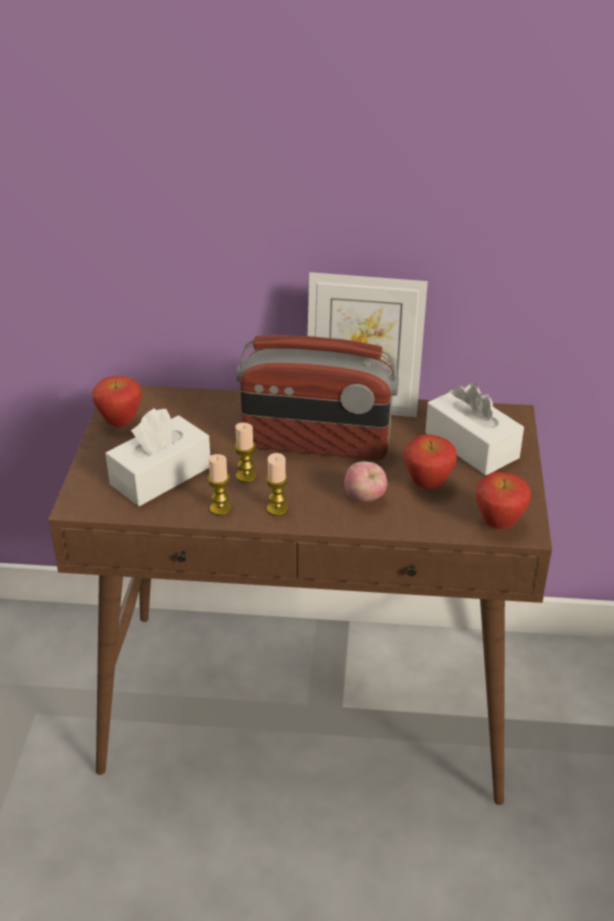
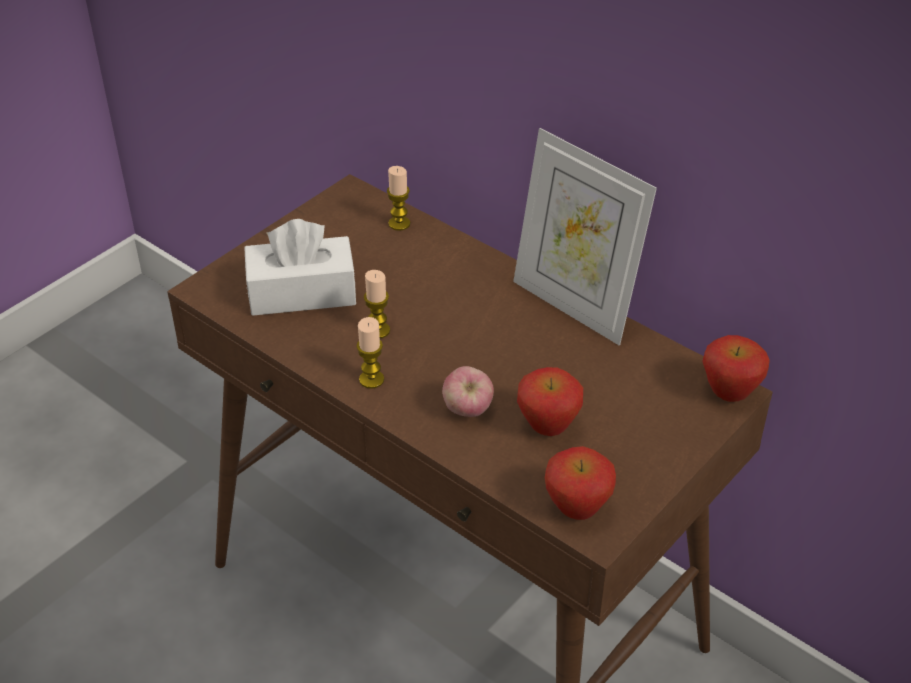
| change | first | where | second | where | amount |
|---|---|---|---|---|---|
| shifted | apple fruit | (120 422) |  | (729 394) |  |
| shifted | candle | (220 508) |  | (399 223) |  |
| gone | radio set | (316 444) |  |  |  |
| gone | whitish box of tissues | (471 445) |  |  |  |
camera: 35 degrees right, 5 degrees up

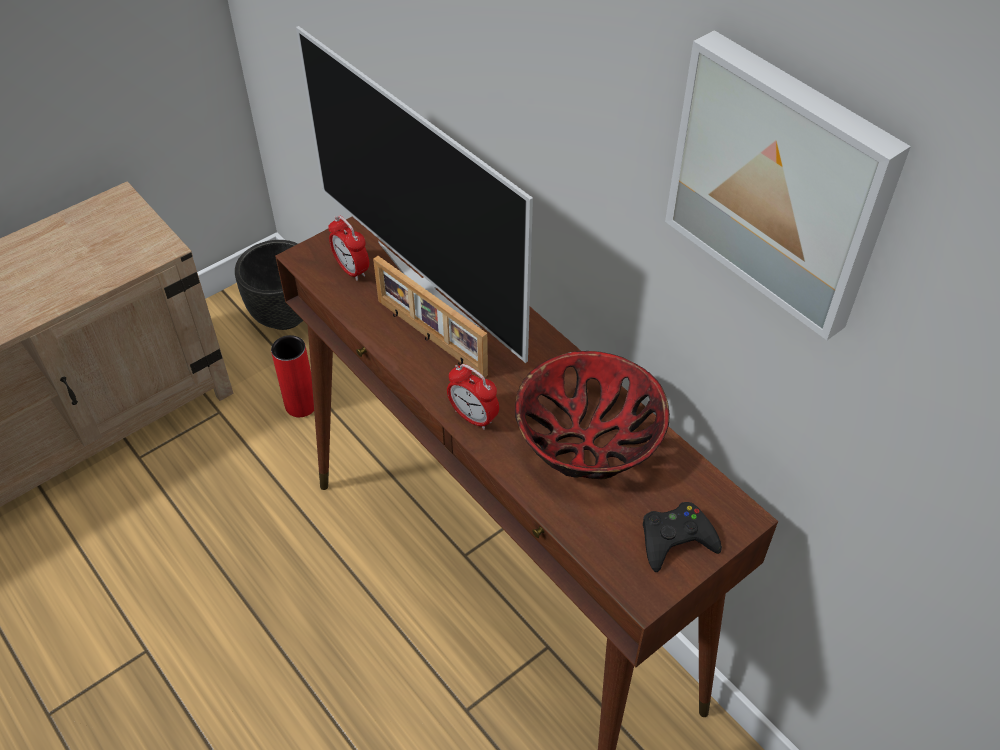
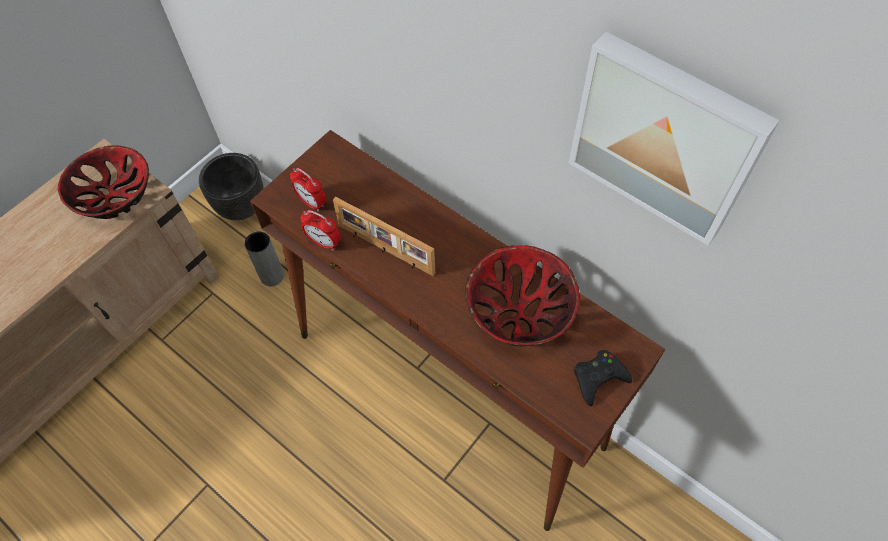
| change | first | where | second | where | amount |
|---|---|---|---|---|---|
| repainted | red-coloured vase | (301 405) | gray vase | (272 276) |  |
| gone | TV set | (430 283) |  |  |  |
| shifted | table clock | (473 417) |  | (324 242) |  |
| new |  |  | deep dish | (114 195) |  |
camera: 10 degrees left, 10 degrees up

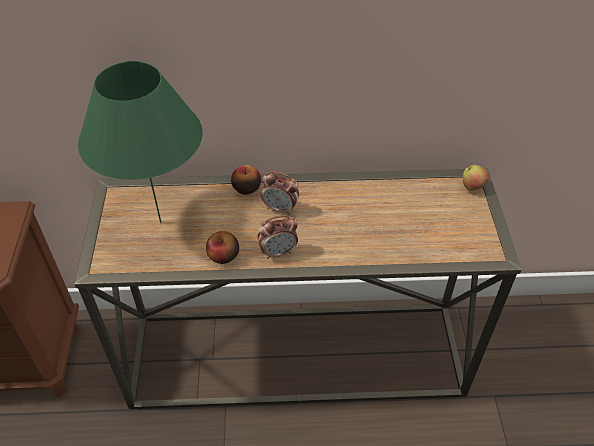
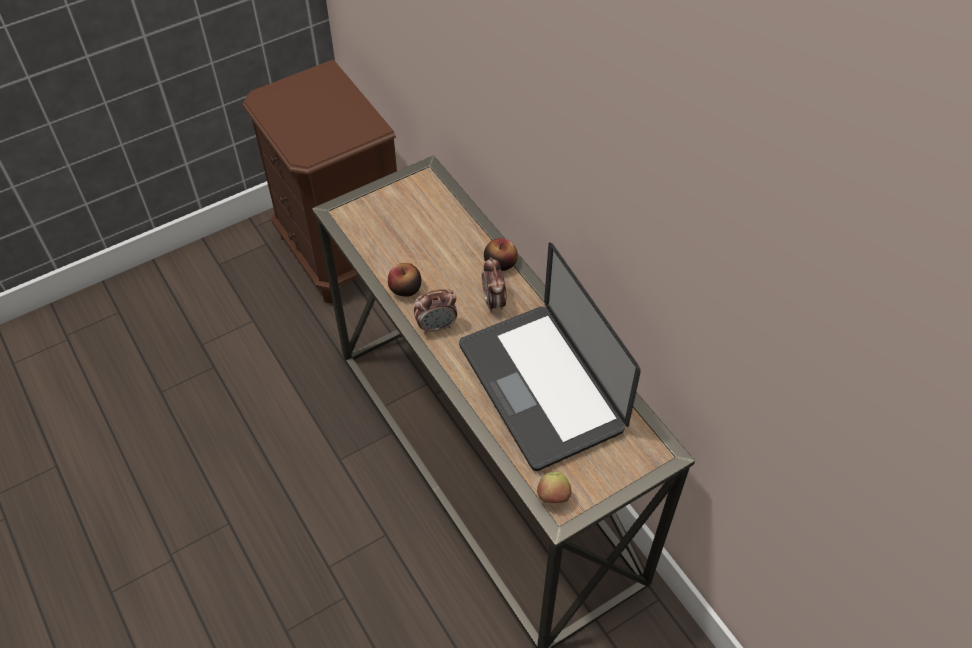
| change | first | where | second | where | amount |
|---|---|---|---|---|---|
| gone | green lamp for a table | (161 222) |  |  |  |
| rotated | table clock | (278 252) |  | (436 326) | 60 degrees counterclockwise |
| shifted | apple fruit | (472 187) |  | (553 497) |  |
| new |  |  | laptop | (540 387) |  |
camera: 60 degrees right, 5 degrees up

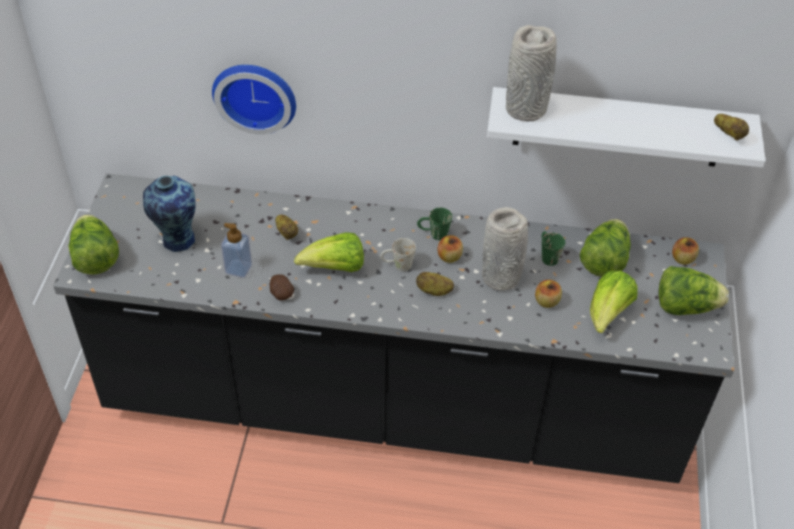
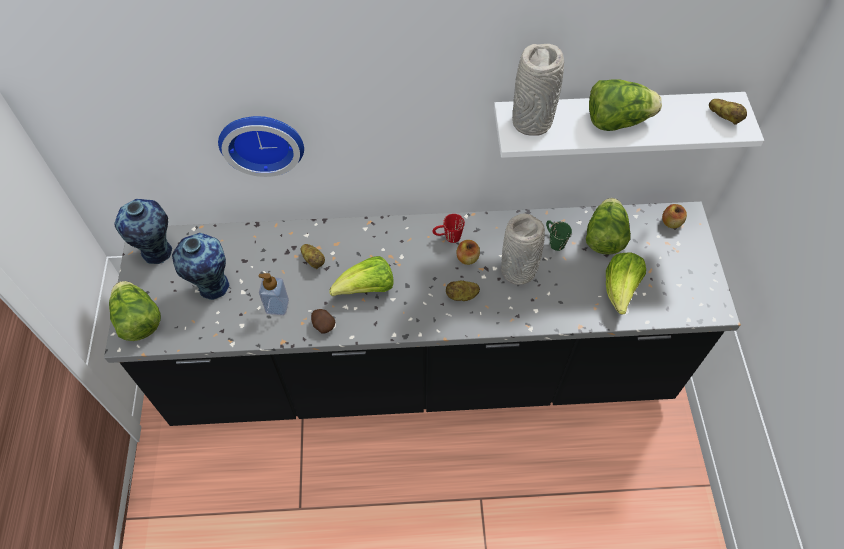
| change | first | where | second | where | amount |
|---|---|---|---|---|---|
| gone | whitish coffee mug | (397 265) |  |  |  |
| repainted | green coffee mug | (433 234) | red-coloured coffee mug | (447 237) |  |
| gone | apple fruit | (546 301) |  |  |  |
| shifted | lettuce | (685 306) |  | (616 121) |  |
| new |  |  | vase | (158 253) |  |
camera: 10 degrees left, 10 degrees up

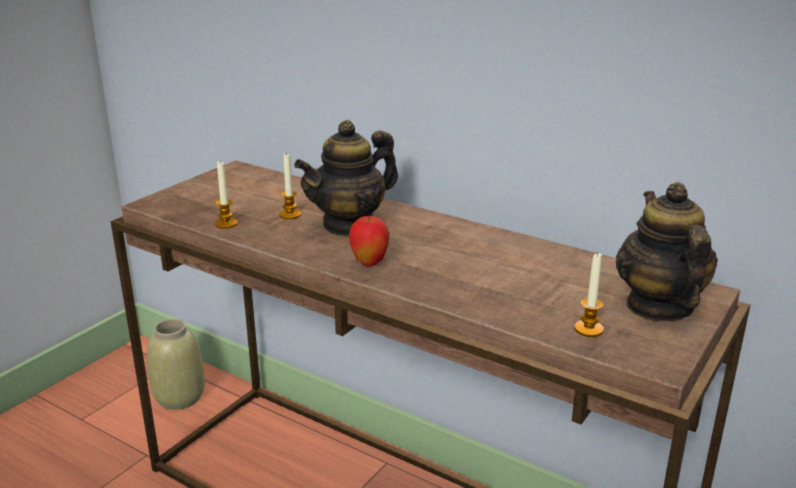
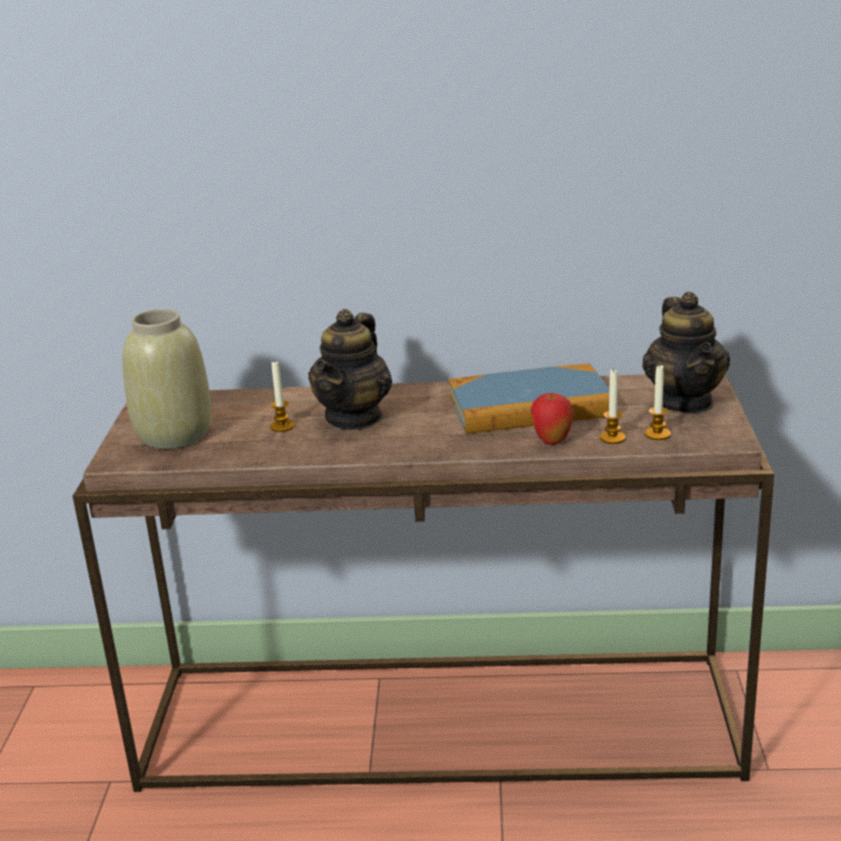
| change | first | where | second | where | amount |
|---|---|---|---|---|---|
| shifted | beige vase | (180 397) |  | (175 434) |  |
| shifted | candle | (226 223) |  | (612 438) |  |
| shifted | apple fruit | (370 263) |  | (552 441) |  |
| rotated | teapot | (658 306) |  | (684 402) | 150 degrees counterclockwise |
| new |  |  | book | (530 406) |  |
camera: 30 degrees left, 0 degrees up

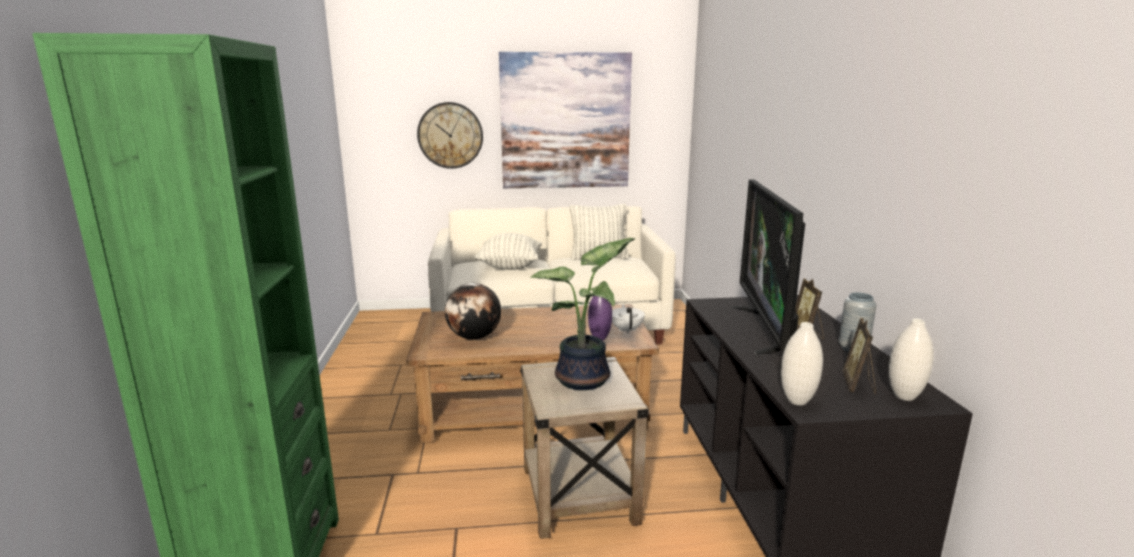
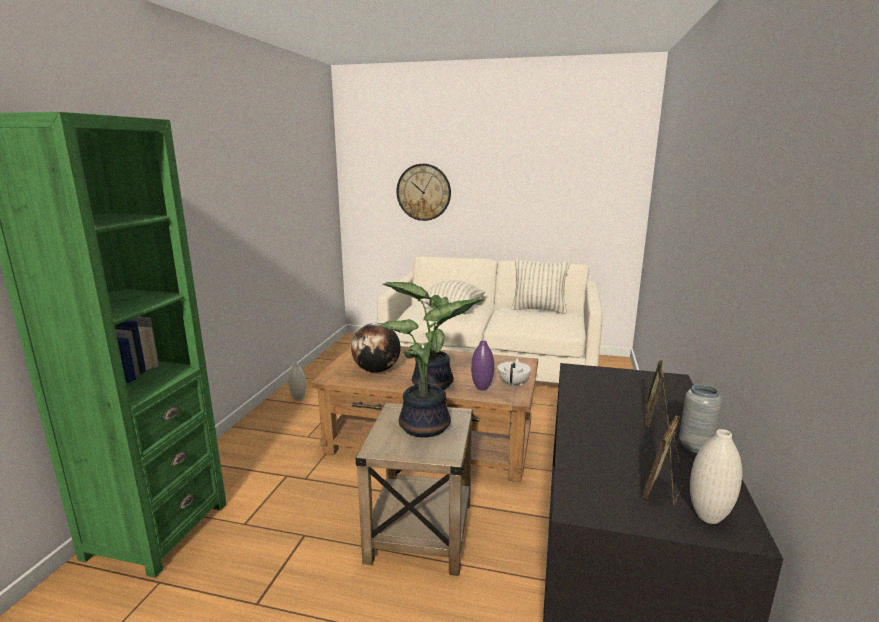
| change | first | where | second | where | amount |
|---|---|---|---|---|---|
| gone | picture | (565 121) |  |  |  |
| gone | TV set | (766 329) |  |  |  |
| shifted | whitish vase | (797 401) |  | (298 398) |  |
| new |  |  | houseplant | (430 383) |  |
camera: 20 degrees right, 0 degrees up

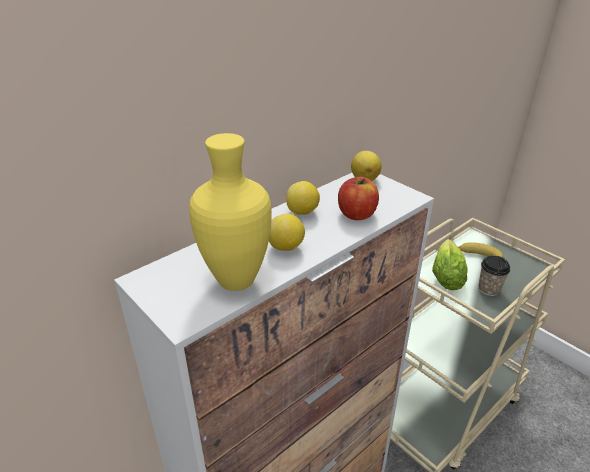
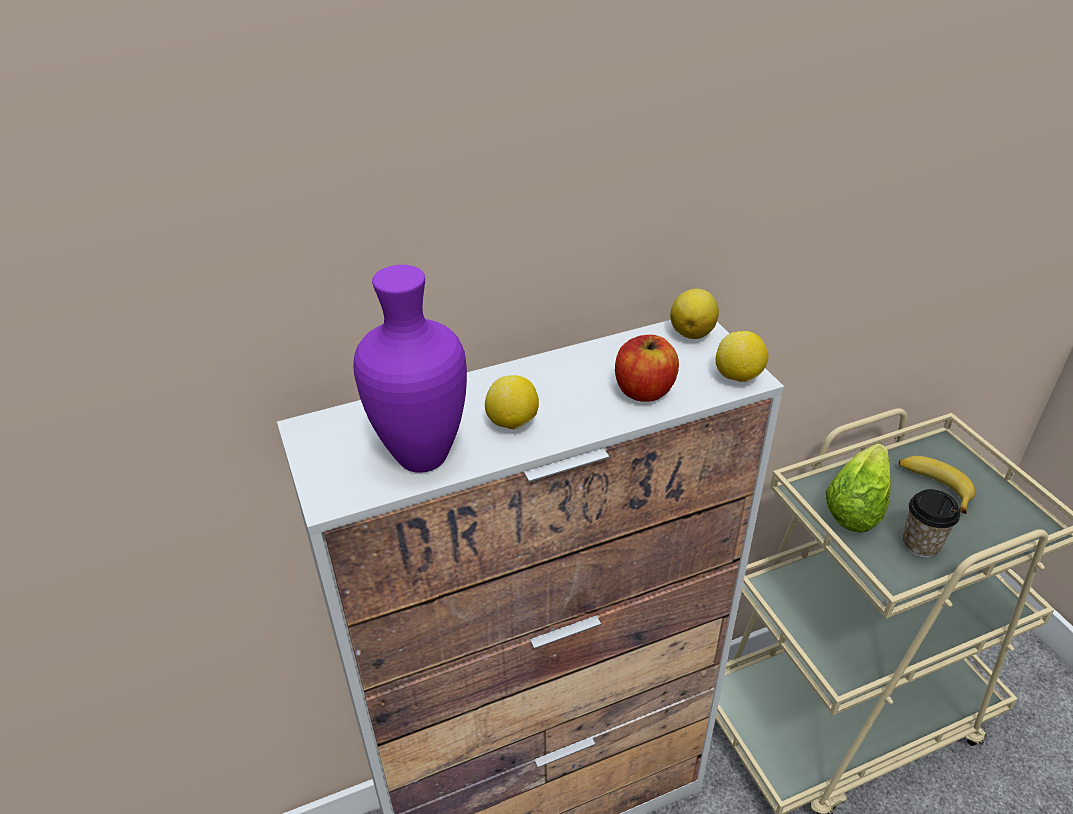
| change | first | where | second | where | amount |
|---|---|---|---|---|---|
| repainted | yellow vase | (236 282) | purplish vase | (421 460) |  |
| shifted | citrus fruit | (302 212) |  | (738 377) |  |
camera: 20 degrees right, 5 degrees up

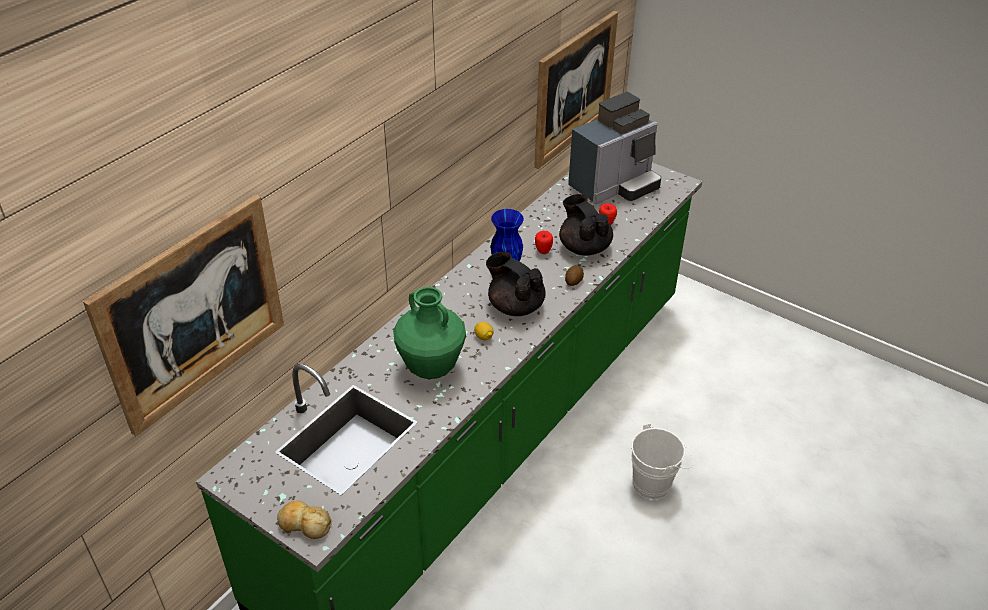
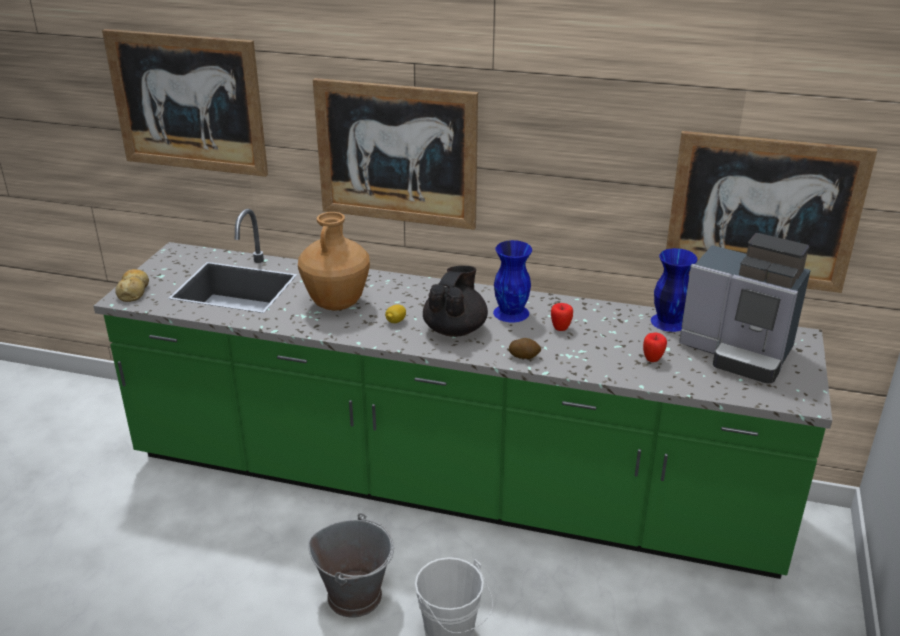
| change | first | where | second | where | amount |
|---|---|---|---|---|---|
| repainted | green vase | (430 367) | brownish vase | (337 304) |  |
| gone | blackish teapot | (584 247) |  |  |  |
| new |  |  | gray water bucket | (355 595) |  |
| new |  |  | picture | (396 154) |  |
| new |  |  | bluish vase | (668 321) |  |
camera: 70 degrees right, 10 degrees down

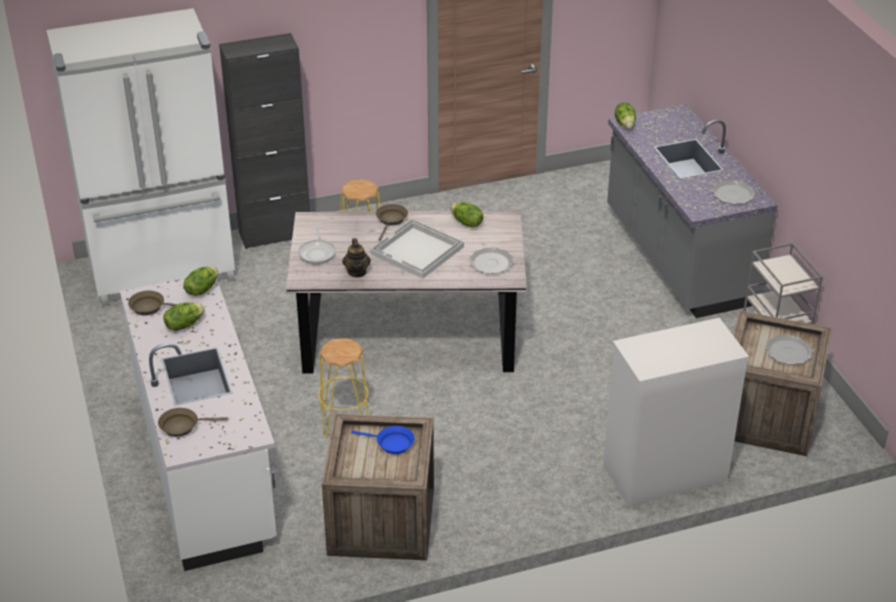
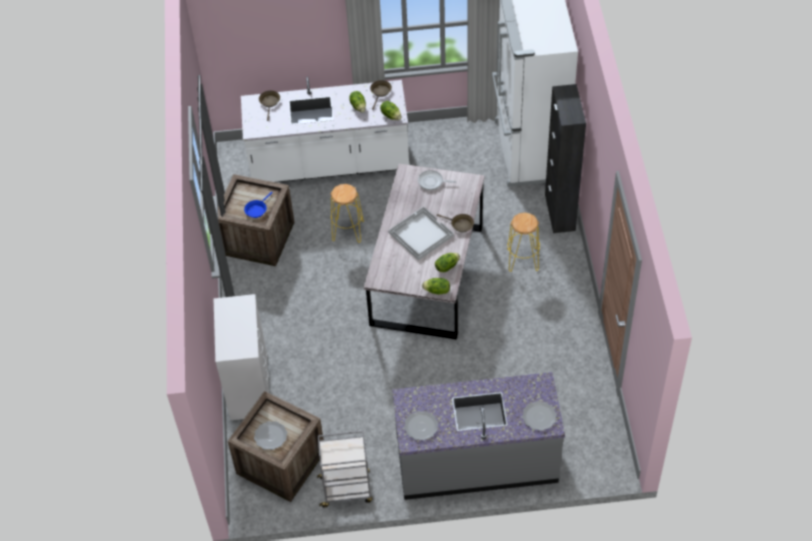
| change | first | where | second | where | amount |
|---|---|---|---|---|---|
| gone | teapot | (357 272) |  |  |  |
| shifted | plate | (491 263) |  | (539 416) |  |
| shifted | lettuce | (625 124) |  | (437 291) |  |
camera: 105 degrees right, 15 degrees up

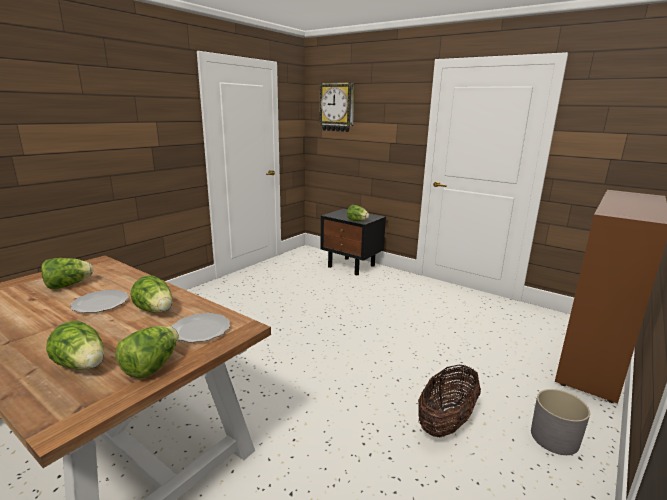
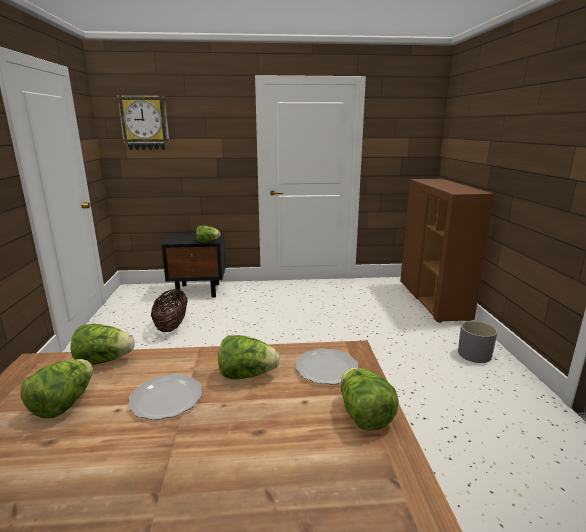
| change | first | where | second | where | amount |
|---|---|---|---|---|---|
| shifted | lettuce | (83 365) |  | (104 361) |  |
| shifted | basket | (446 422) |  | (172 326) |  |
camera: 40 degrees left, 0 degrees up

